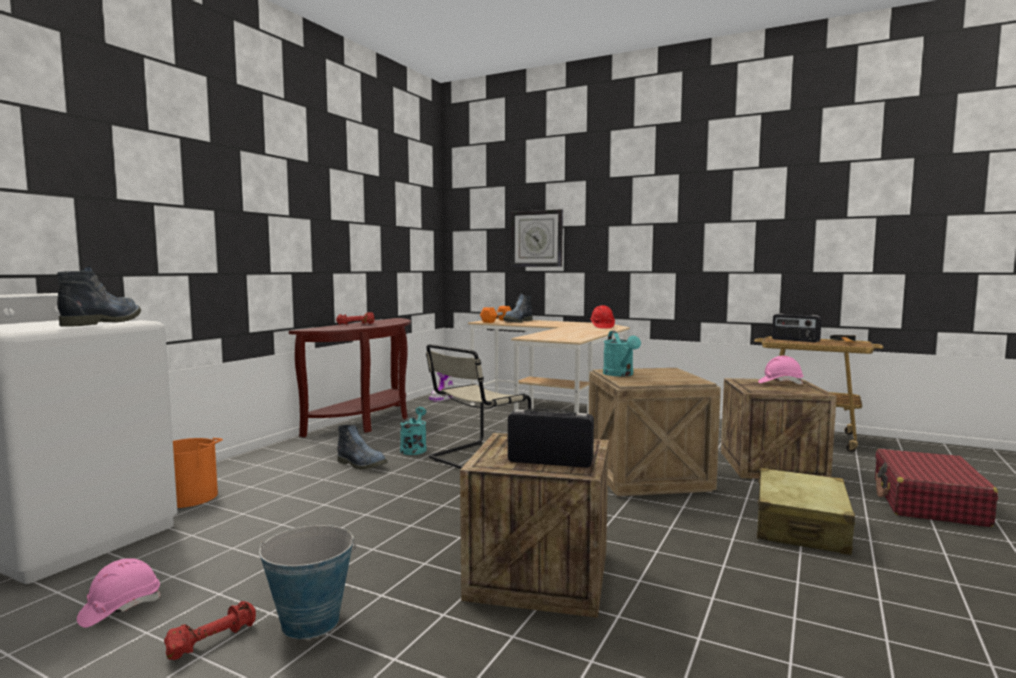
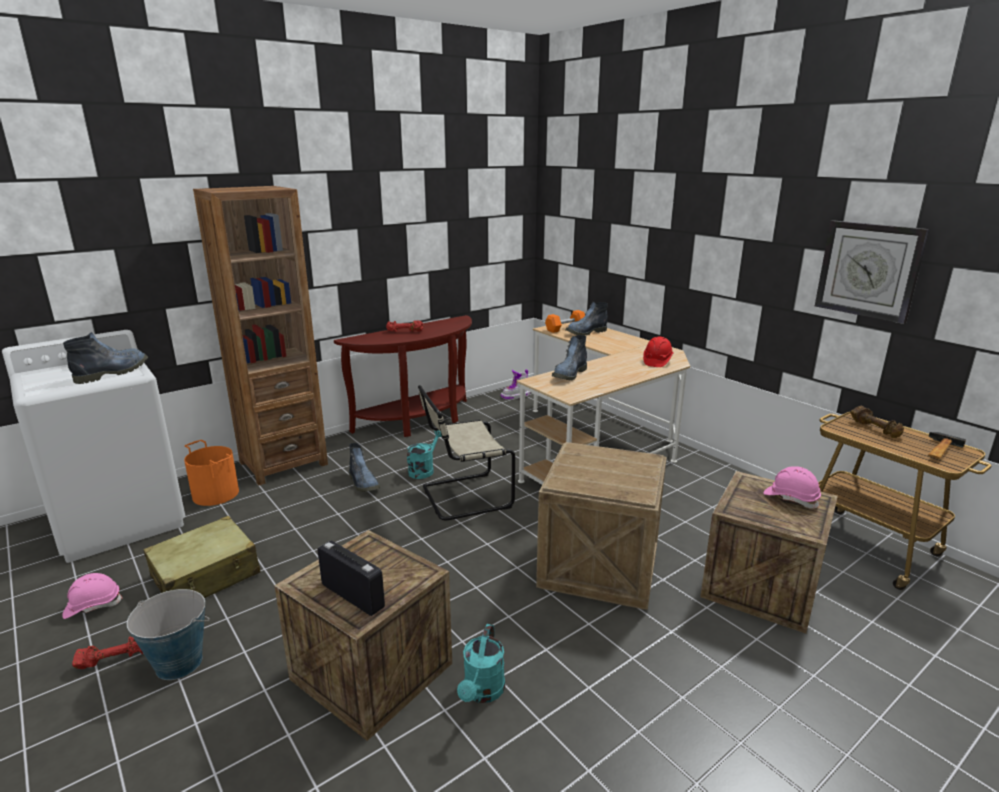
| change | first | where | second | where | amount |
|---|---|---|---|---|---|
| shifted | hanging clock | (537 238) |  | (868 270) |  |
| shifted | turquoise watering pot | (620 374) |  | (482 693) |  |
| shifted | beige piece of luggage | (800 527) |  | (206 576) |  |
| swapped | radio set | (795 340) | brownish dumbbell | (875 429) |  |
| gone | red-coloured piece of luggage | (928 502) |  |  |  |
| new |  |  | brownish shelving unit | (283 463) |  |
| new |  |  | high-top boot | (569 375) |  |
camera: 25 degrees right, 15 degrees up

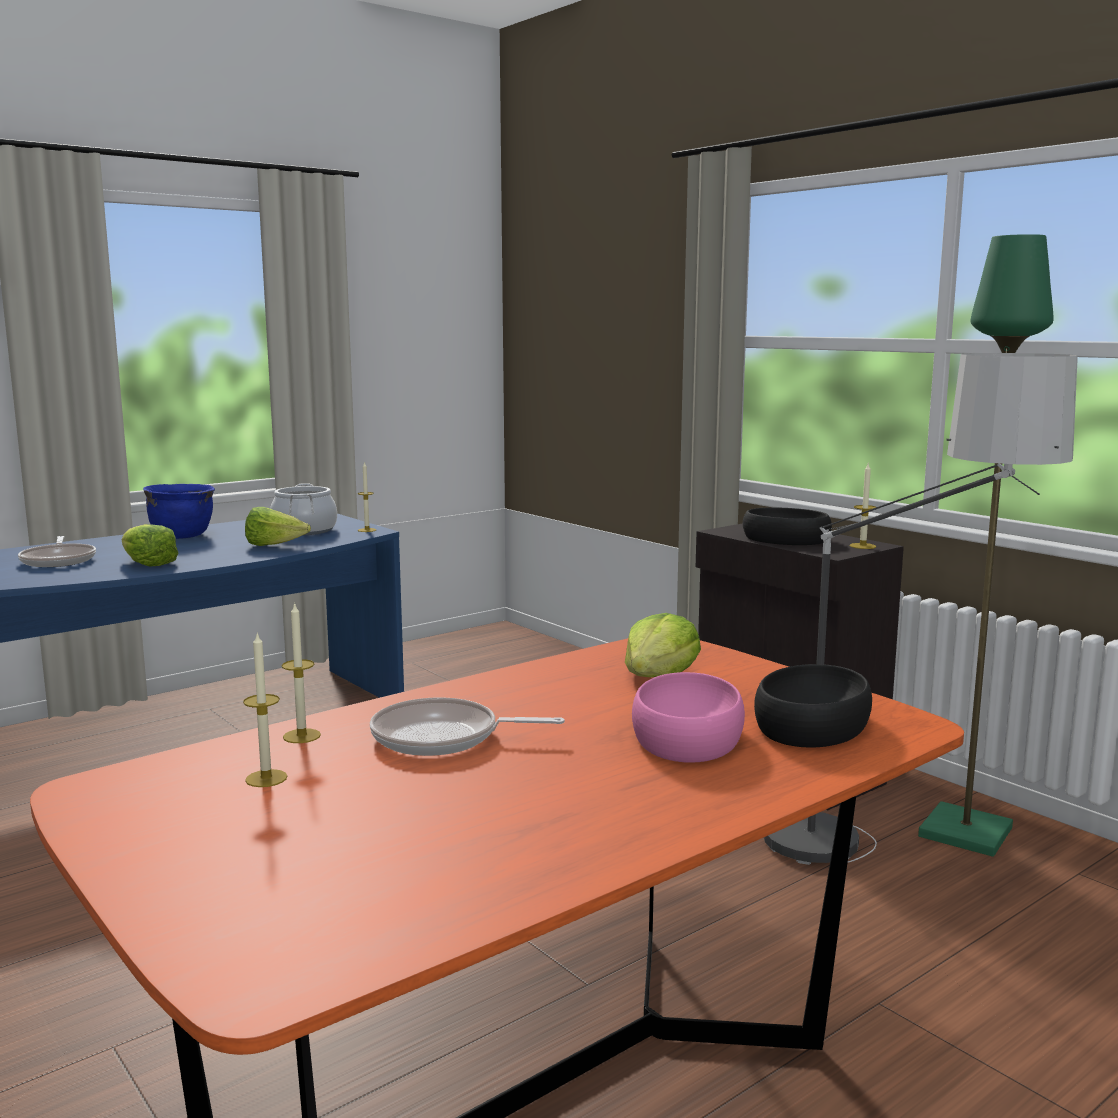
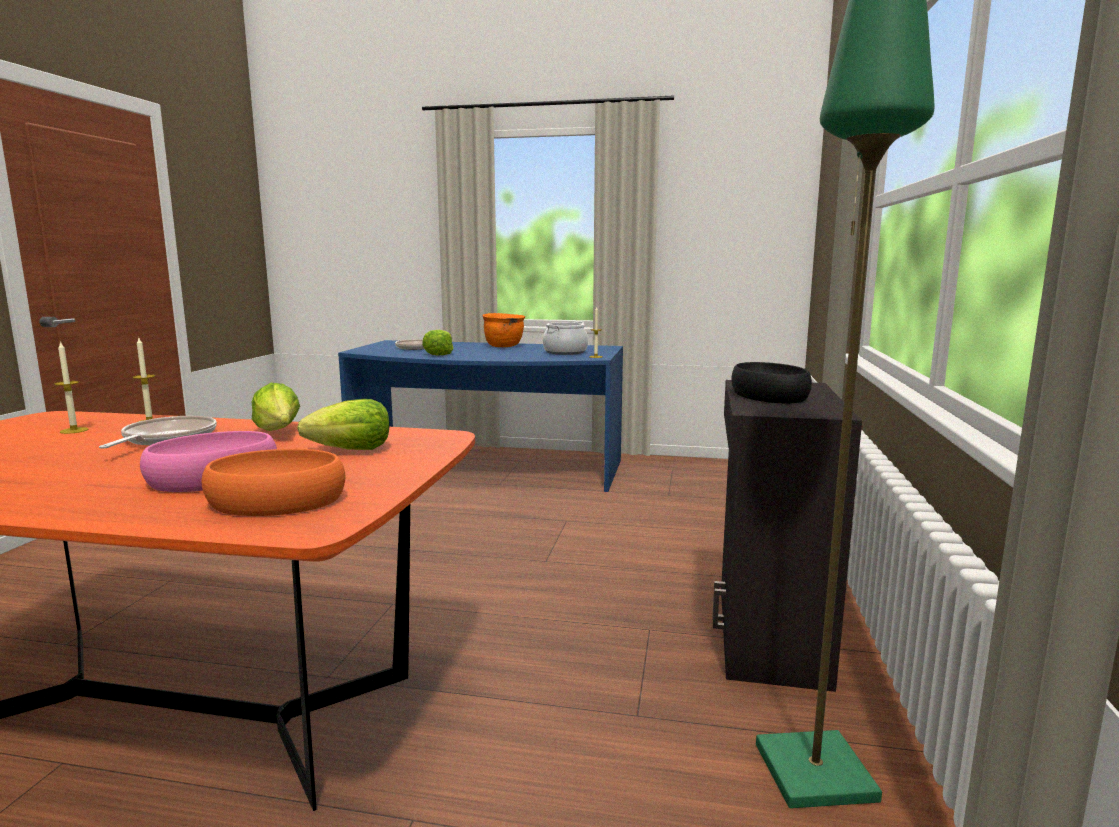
| change | first | where | second | where | amount |
|---|---|---|---|---|---|
| repainted | bluish cooking pot | (182 536) | orange-coloured cooking pot | (504 346) |  |
| shifted | lettuce | (274 546) |  | (279 433) |  |
| rotated | frying pan | (443 737) |  | (166 439) | 45 degrees clockwise |
| repainted | blackish deep dish | (810 724) | orange-coloured deep dish | (278 500) |  |
| gone | standing lamp | (884 866) |  |  |  |
| gone | candle | (862 546) |  |  |  |
camera: 50 degrees right, 0 degrees up

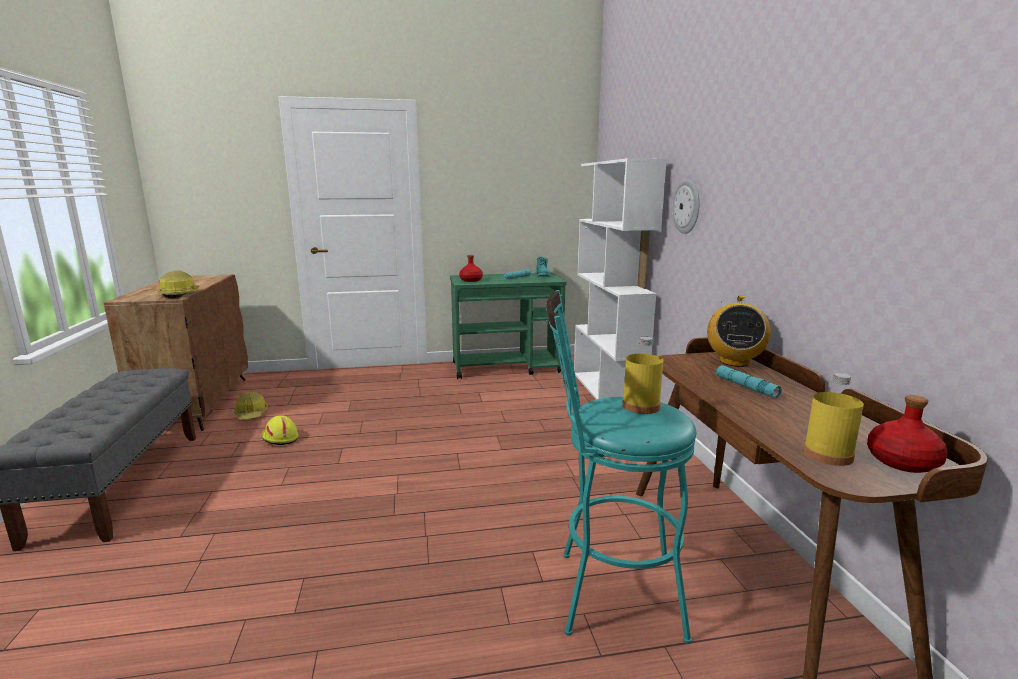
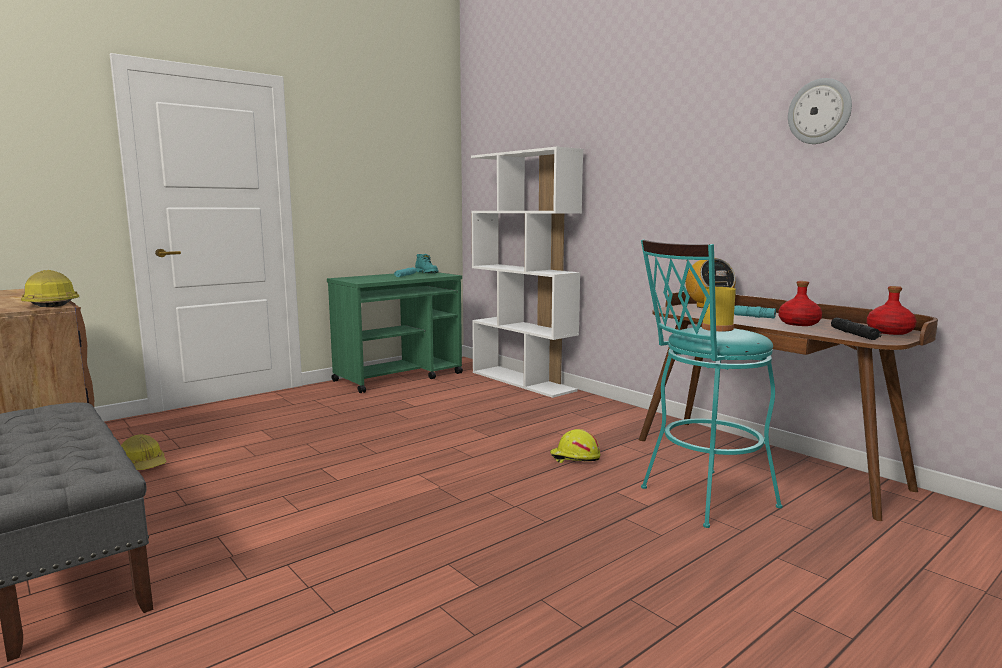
| change | first | where | second | where | amount |
|---|---|---|---|---|---|
| shifted | yellow safety helmet | (279 438) |  | (574 458) |  |
| shifted | red-coloured drink bottle | (471 280) |  | (799 323) |  |
| shifted | hanging clock | (687 206) |  | (819 111) |  |
| swapped | yellow drink bottle | (828 454) | blackish torch | (854 334) |  |
camera: 30 degrees left, 5 degrees down

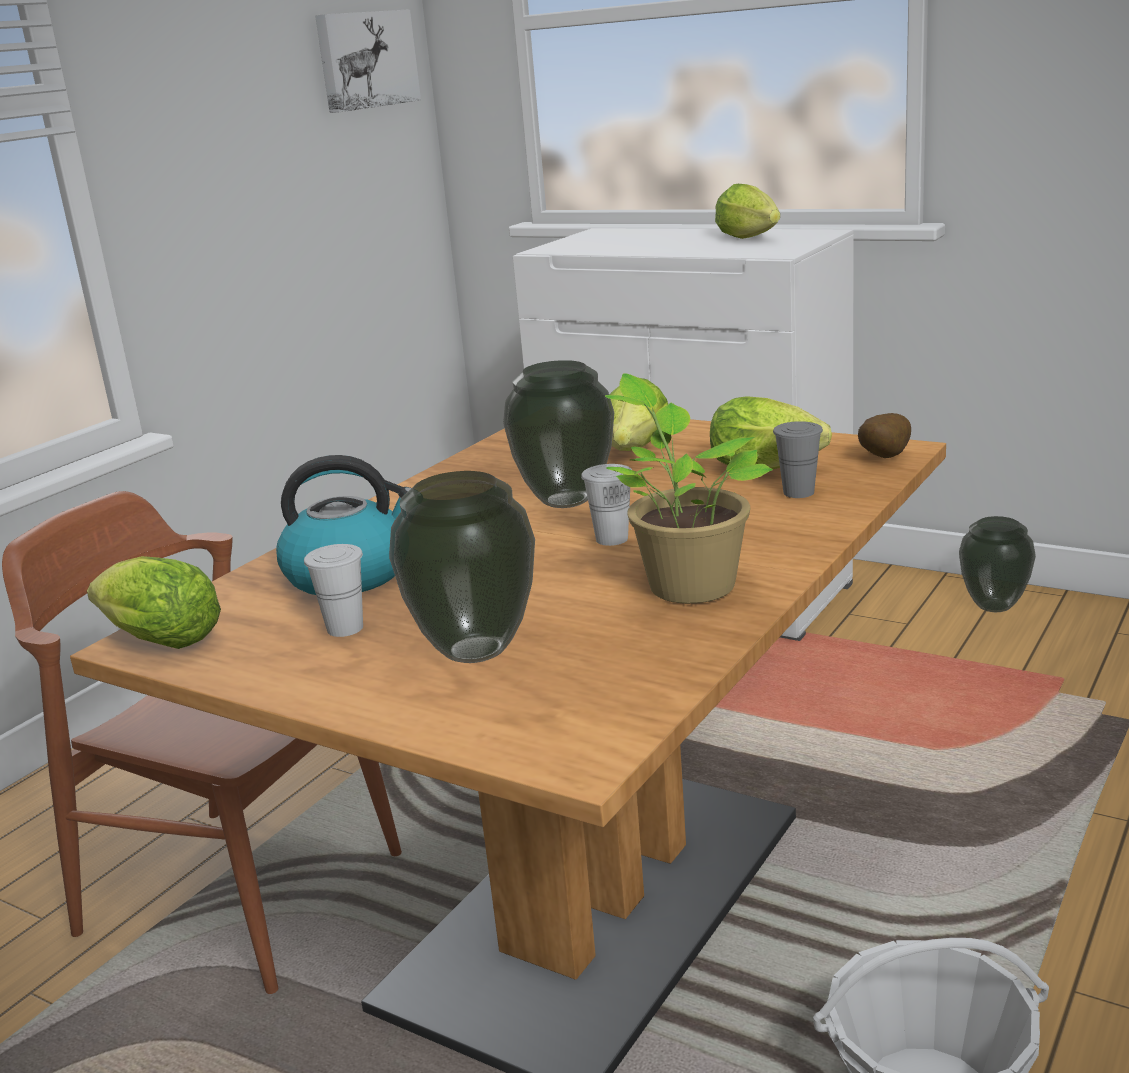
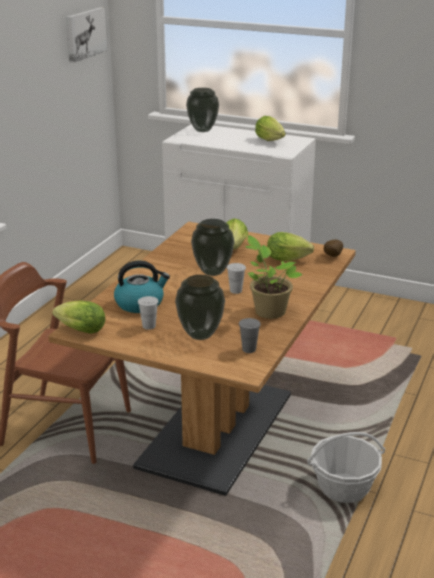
| change | first | where | second | where | amount |
|---|---|---|---|---|---|
| shifted | gray cup | (798 492) |  | (249 349) |  |
| shifted | vase | (993 606) |  | (202 130) |  |
camera: 10 degrees left, 5 degrees up

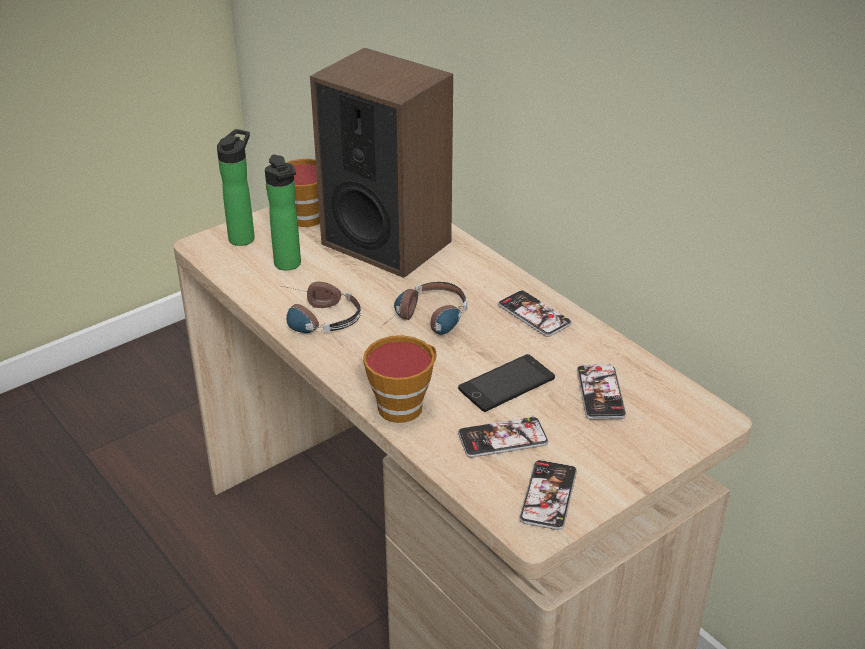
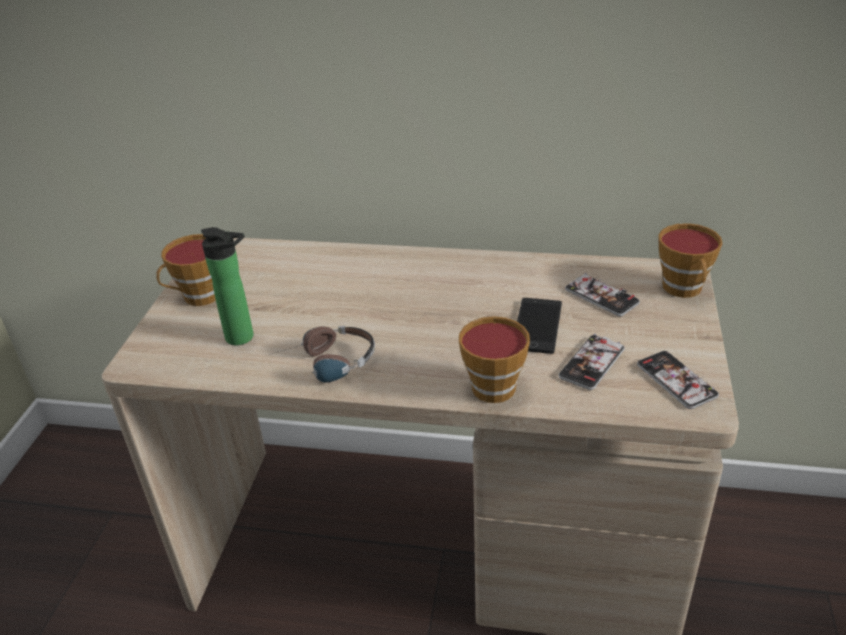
| change | first | where | second | where | amount |
|---|---|---|---|---|---|
| gone | drink bottle | (244 237) |  |  |  |
| gone | speaker | (386 242) |  |  |  |
| gone | headset | (426 322) |  |  |  |
| gone | telephone | (534 314) |  |  |  |
| new |  |  | cup | (684 289) |  |
camera: 40 degrees left, 0 degrees up

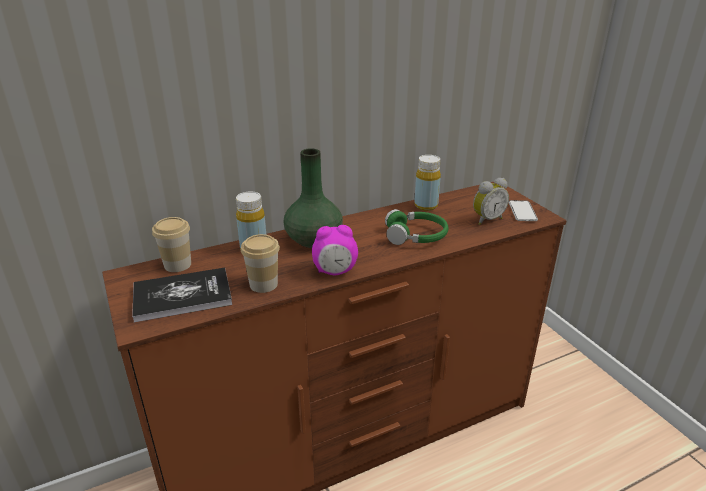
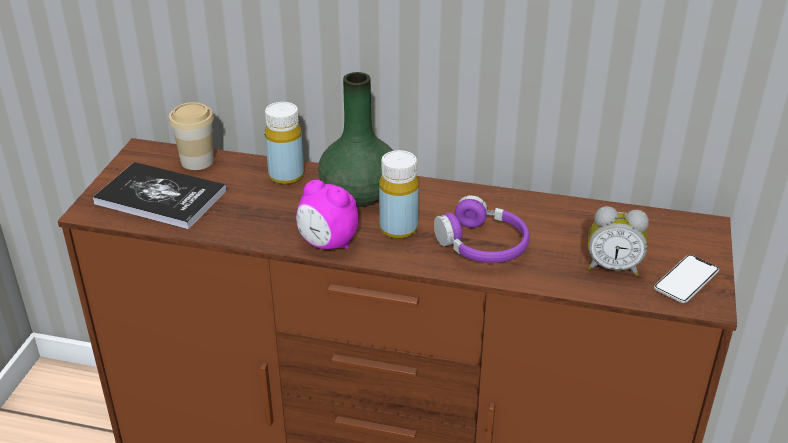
| change | first | where | second | where | amount |
|---|---|---|---|---|---|
| gone | cup | (263 284) |  |  |  |
| repainted | green headset | (416 236) | purplish headset | (482 245) |  |
| shifted | yellow drink bottle | (426 206) |  | (398 229) |  |
camera: 40 degrees right, 5 degrees up

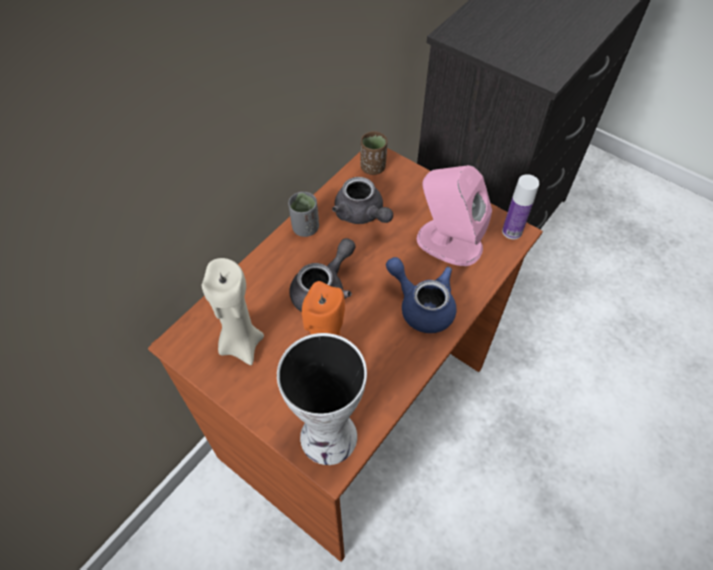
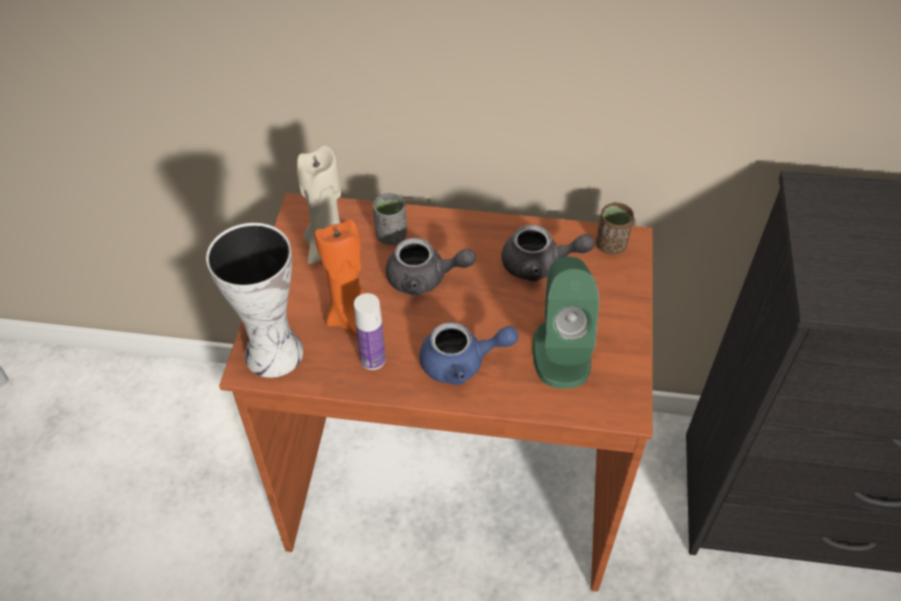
| change | first | where | second | where | amount |
|---|---|---|---|---|---|
| shifted | gray cup | (305 228) |  | (391 236) |  |
| rotated | gray teapot | (362 214) |  | (540 265) | 105 degrees counterclockwise |
| rotated | bluish teapot | (422 305) |  | (462 363) | 75 degrees clockwise |
| repainted | pink speaker | (448 242) | green speaker | (561 352) |  |
| shifted | drink bottle | (512 231) |  | (373 359) |  |
camera: 60 degrees right, 5 degrees down

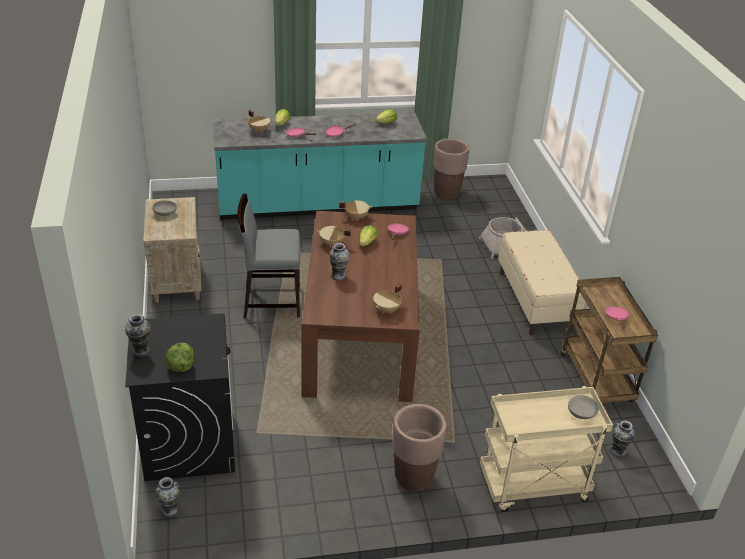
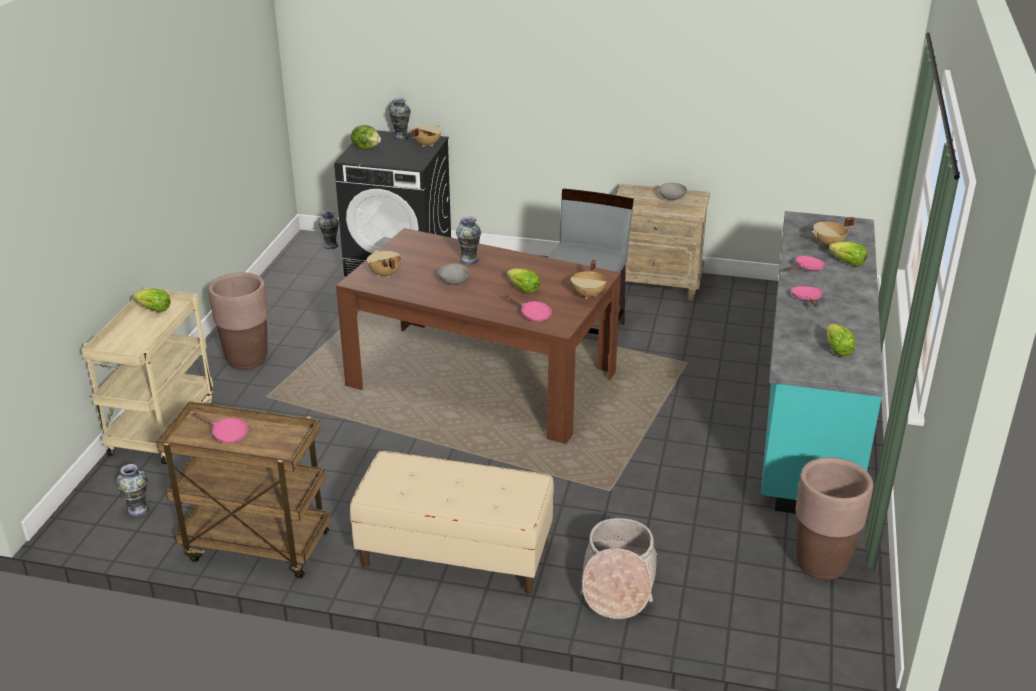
| change | first | where | second | where | amount |
|---|---|---|---|---|---|
| shifted | beige cooking pot | (332 244) |  | (426 144) |  |
| shifted | gray deep dish | (581 413) |  | (453 281) |  |
| new |  |  | lettuce | (154 310) |  |
camera: 115 degrees right, 5 degrees down

